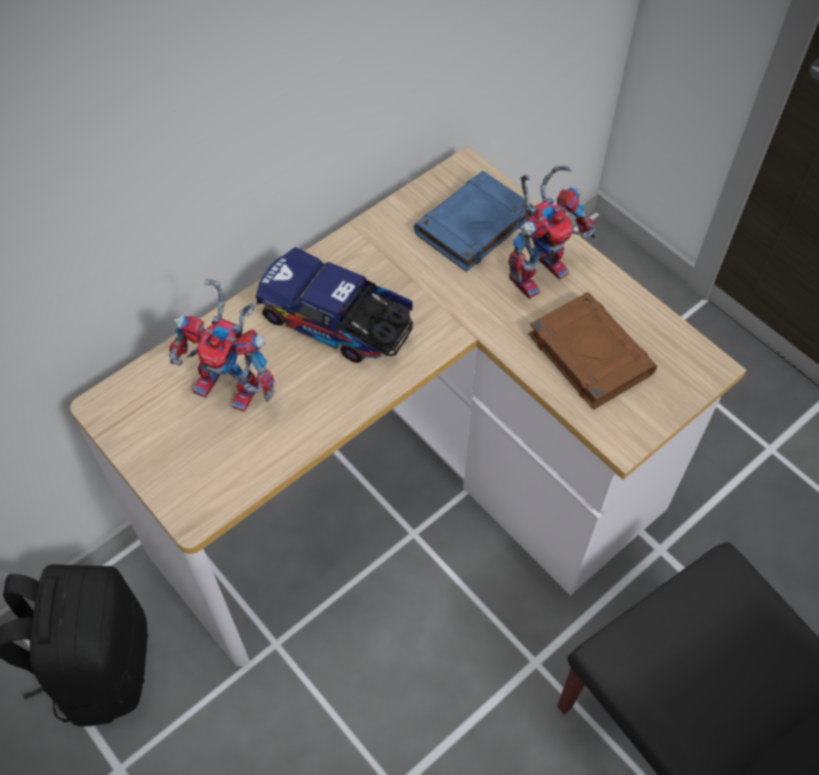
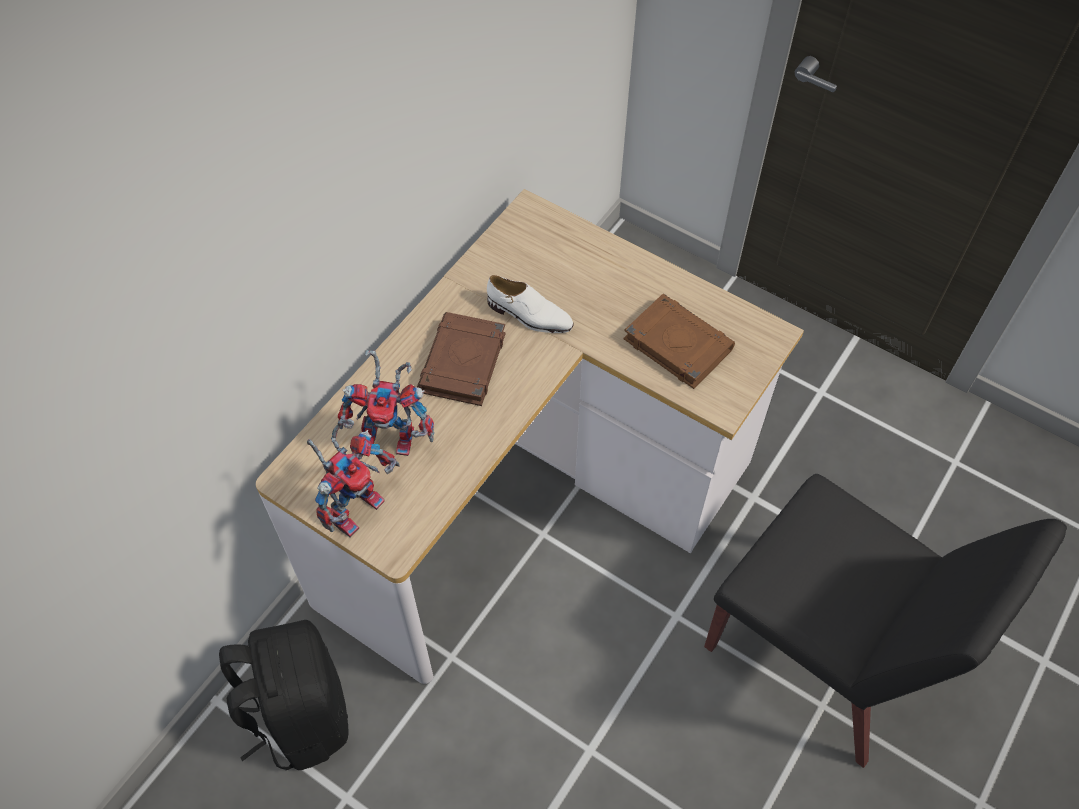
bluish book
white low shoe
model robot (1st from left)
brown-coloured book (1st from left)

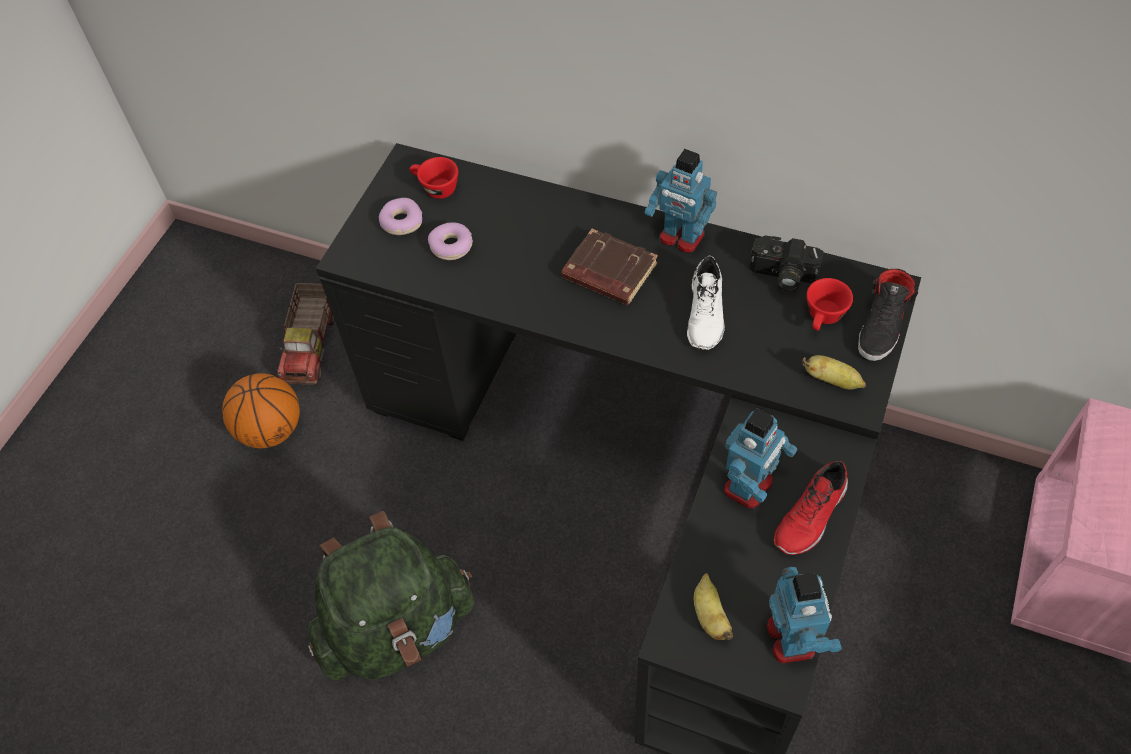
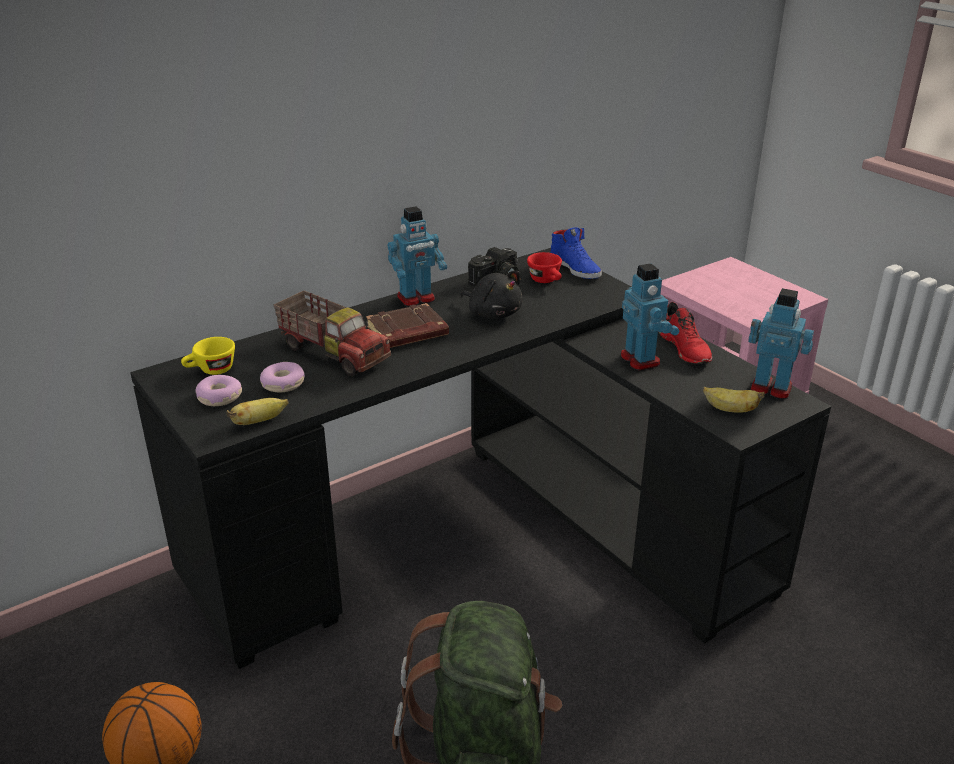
model truck
banana (1st from left)
black plush toy
yellow-coloured cup
bluish low shoe

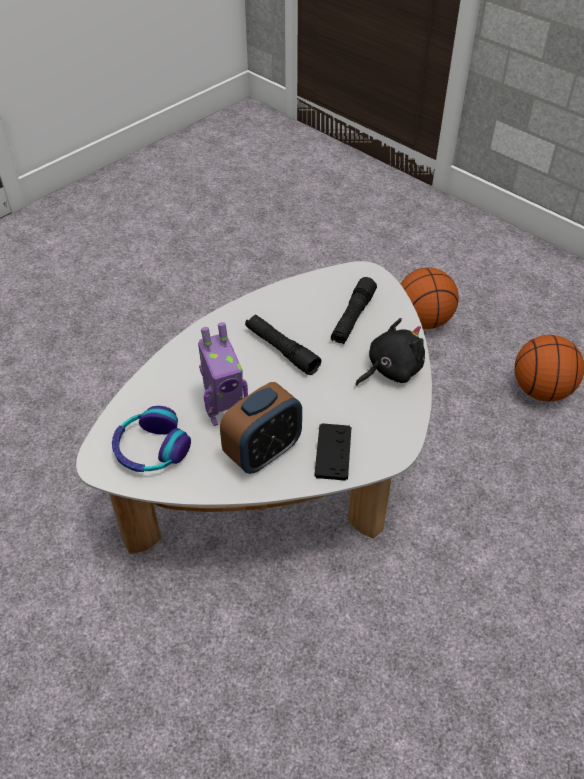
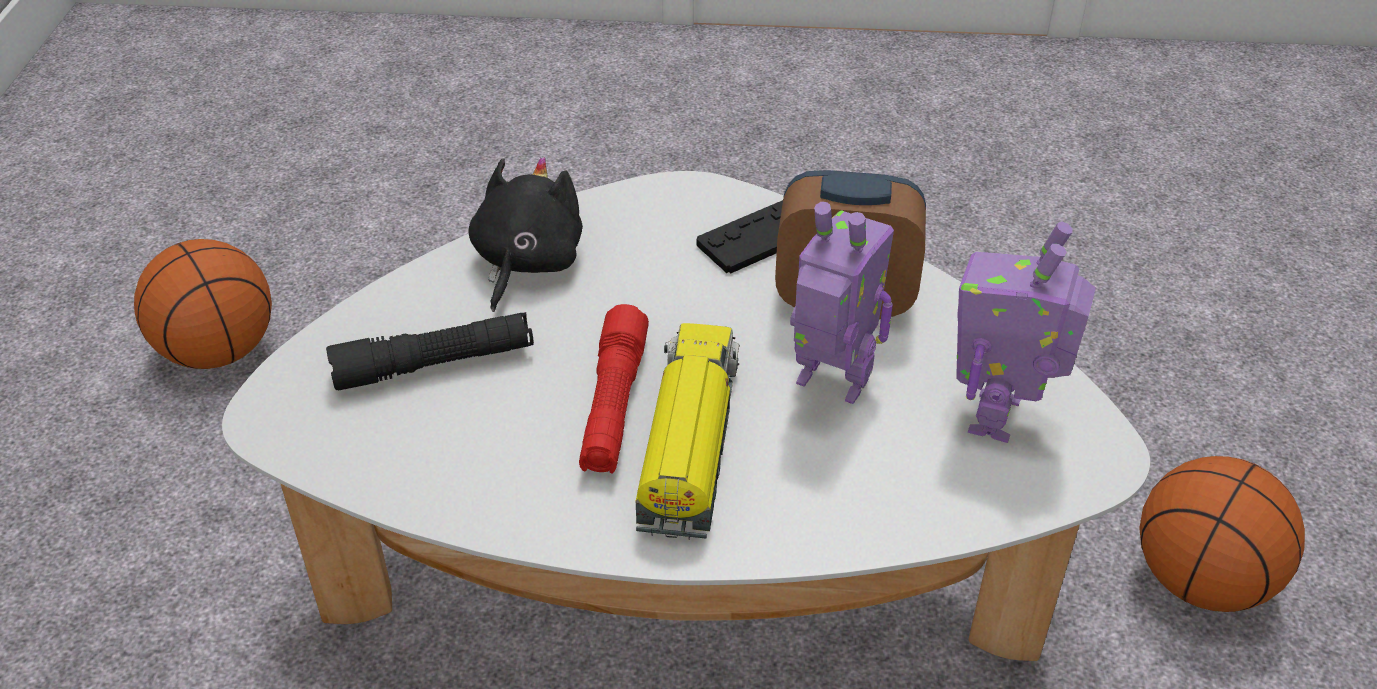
model truck
basketball ball (2nd from left)
model robot (2nd from left)
reddish flashlight
black plush toy

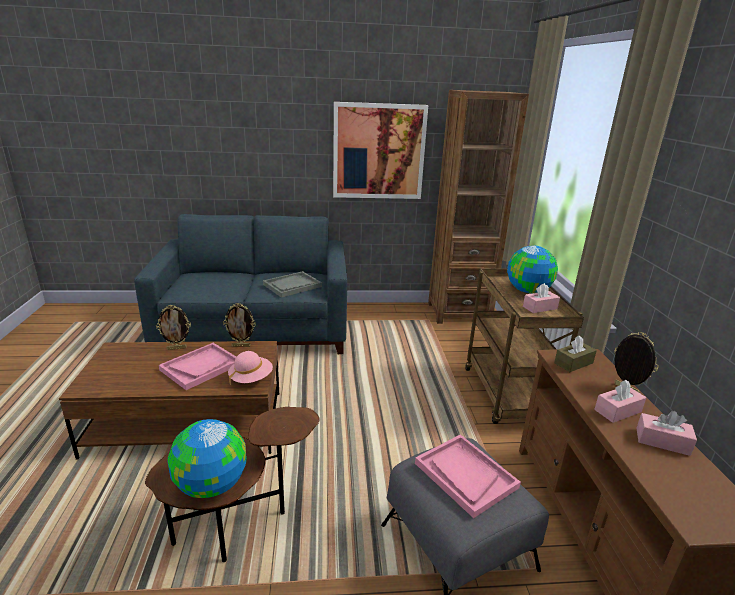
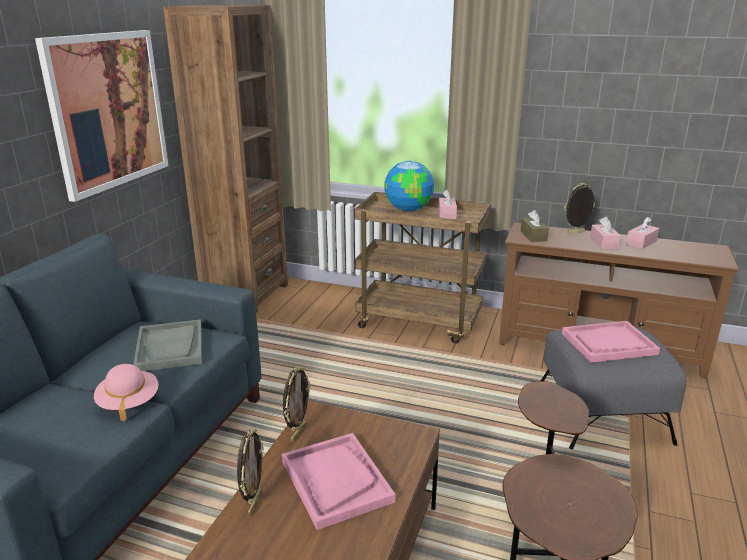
desk globe (1st from left in the first image)
pinkish hat

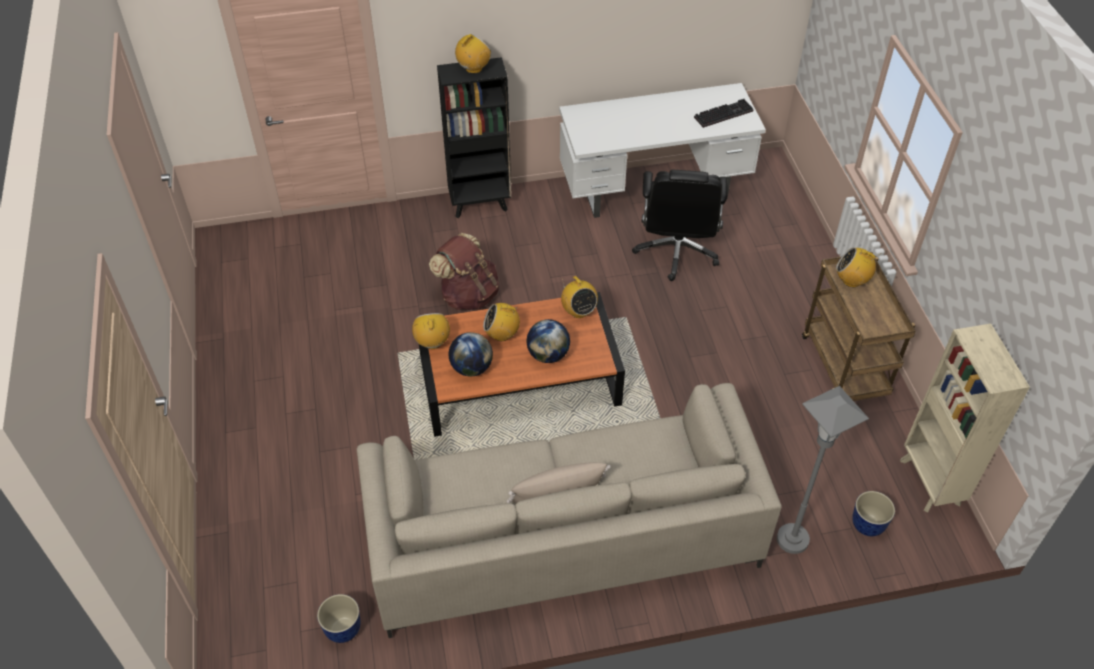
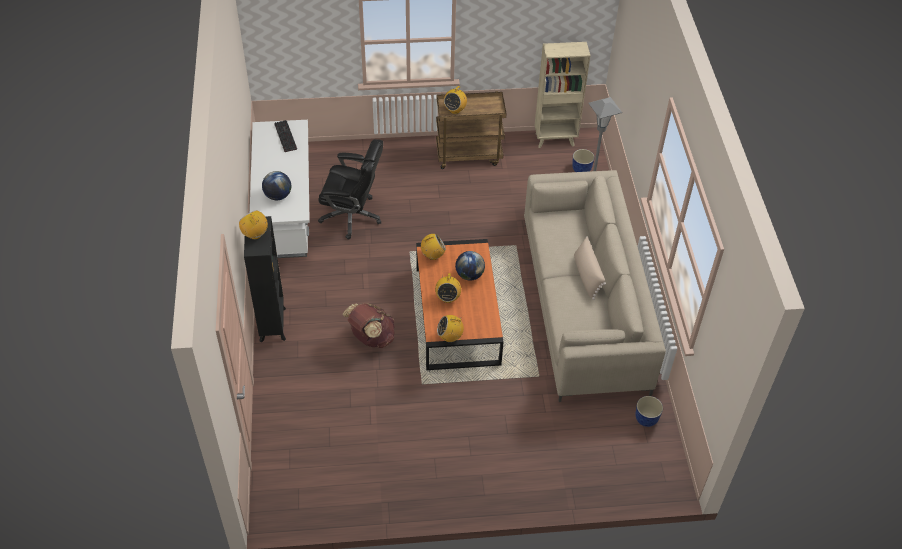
desk globe (1st from left)

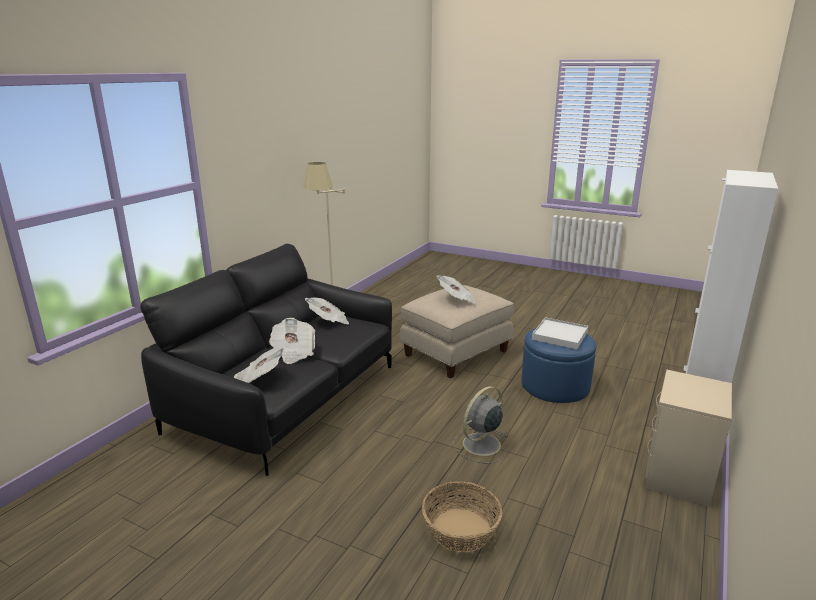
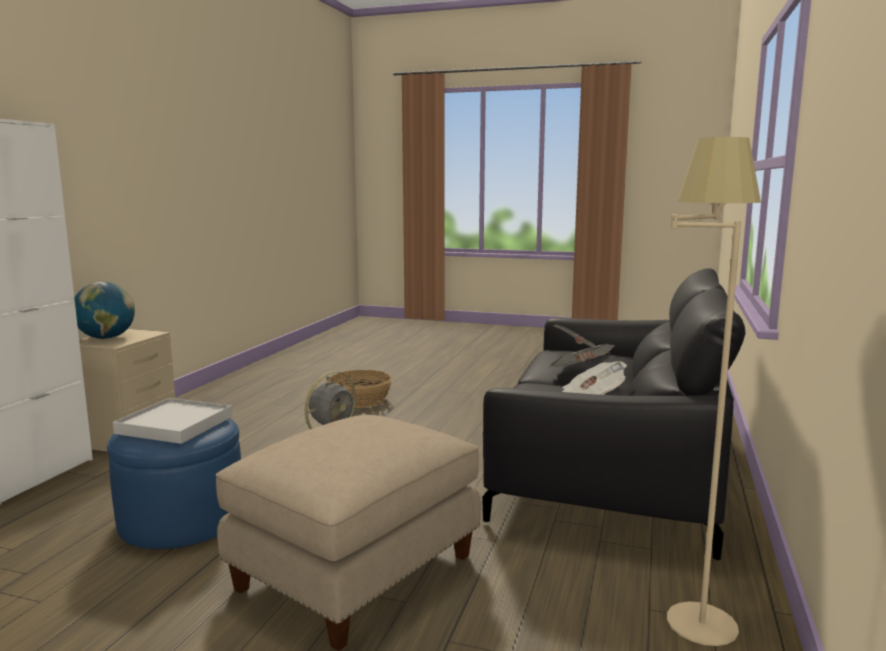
newspaper (4th from left in the first image)
desk globe

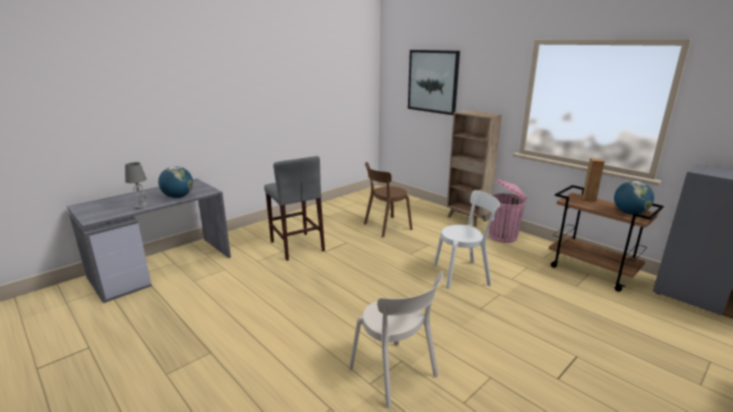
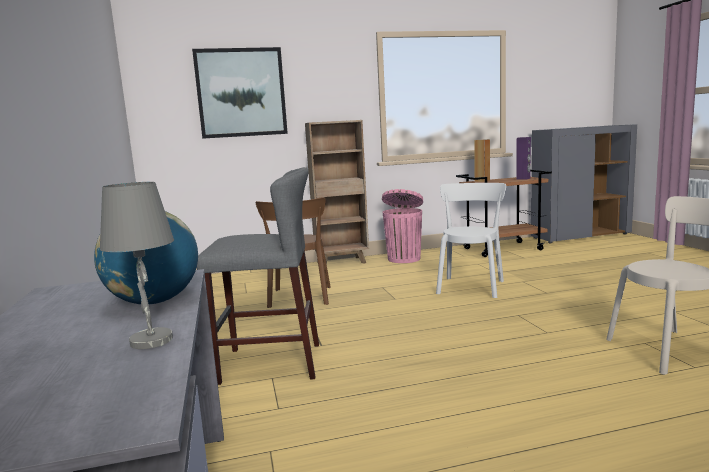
purple-coloured audio speaker

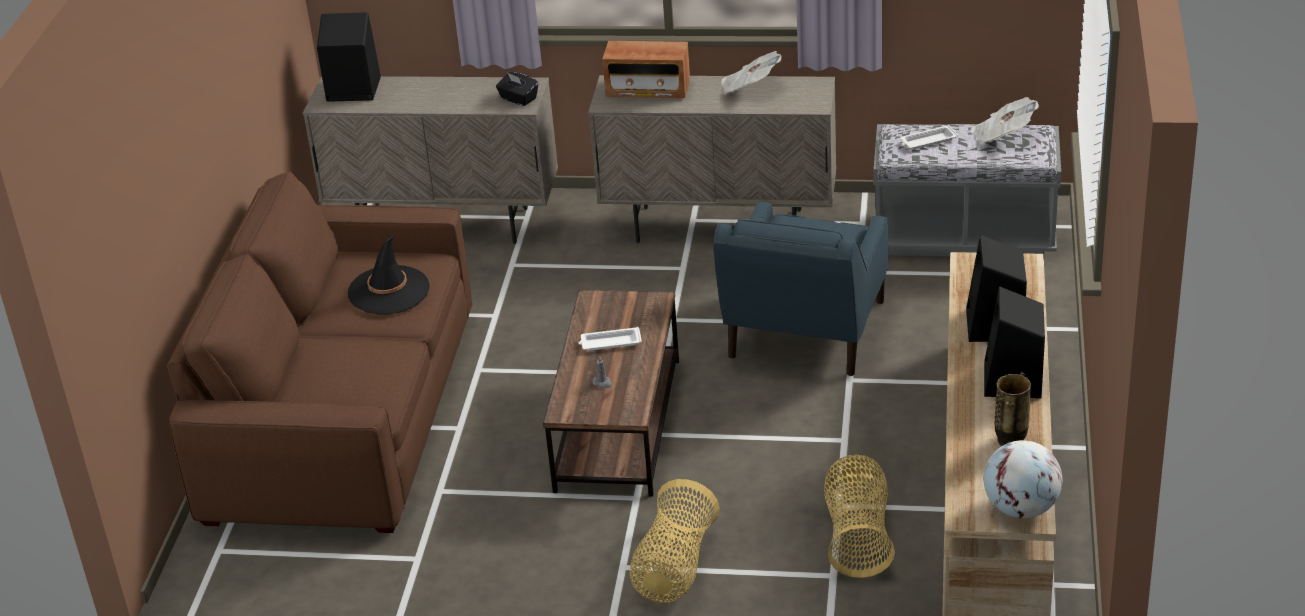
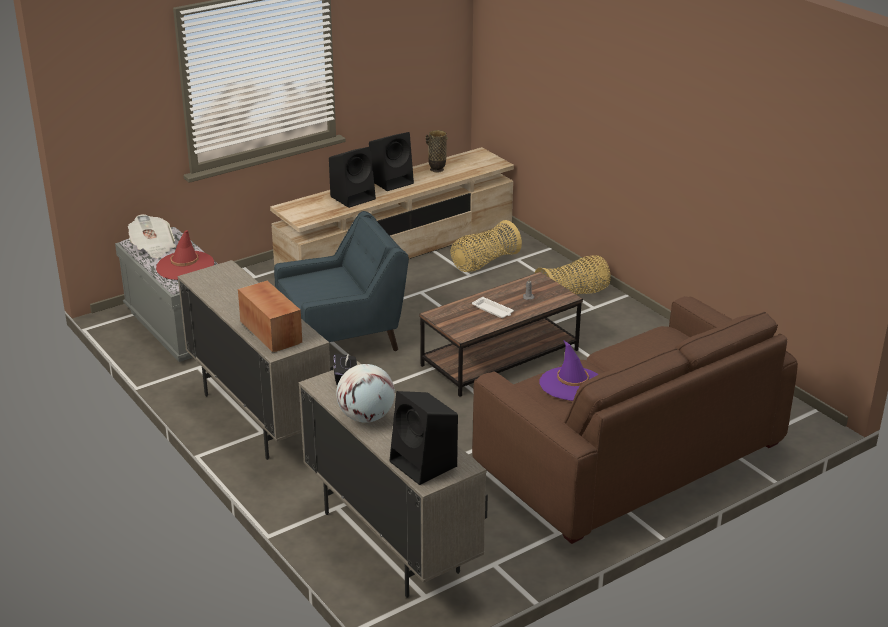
newspaper (1st from left in the first image)
desk globe
reddish hat
purple-coloured hat

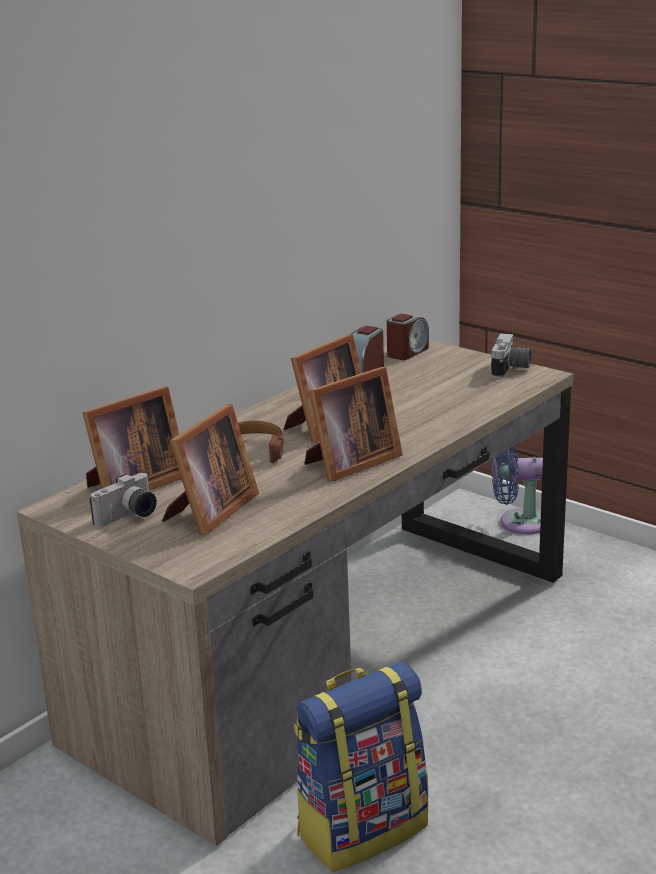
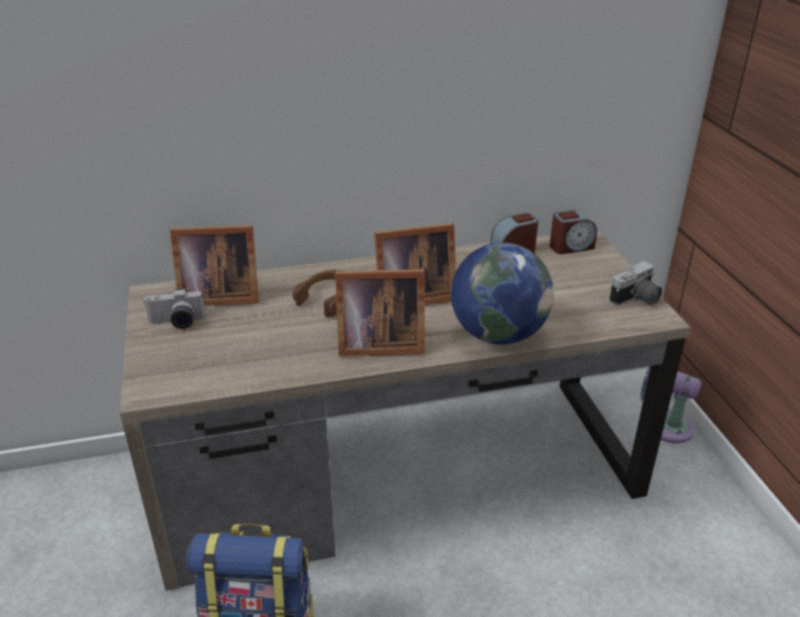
picture frame (2nd from left in the first image)
desk globe

